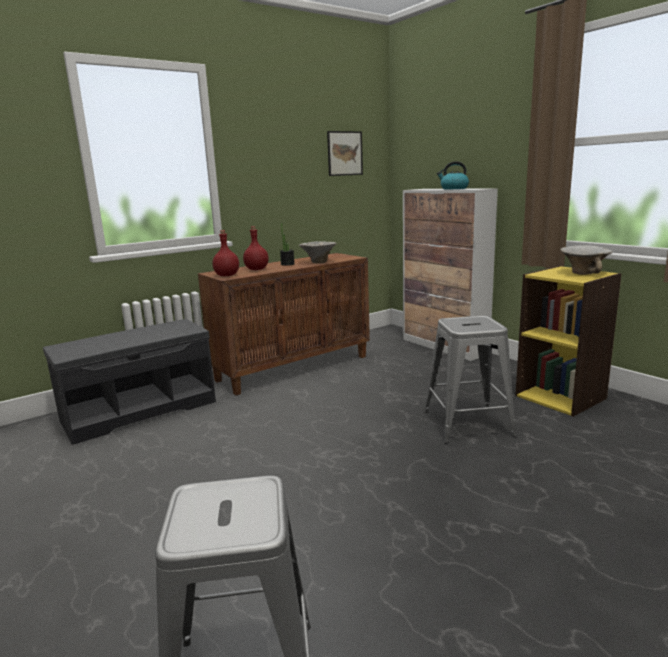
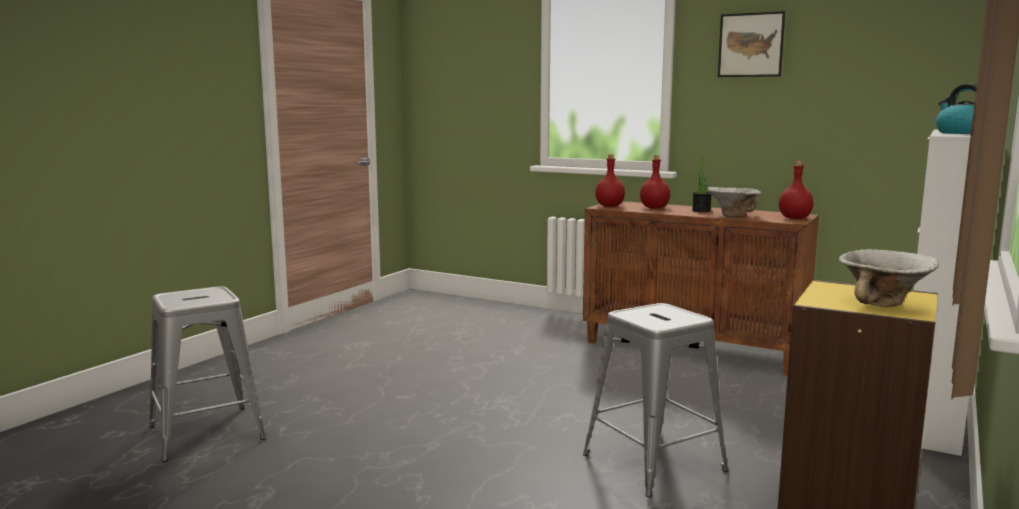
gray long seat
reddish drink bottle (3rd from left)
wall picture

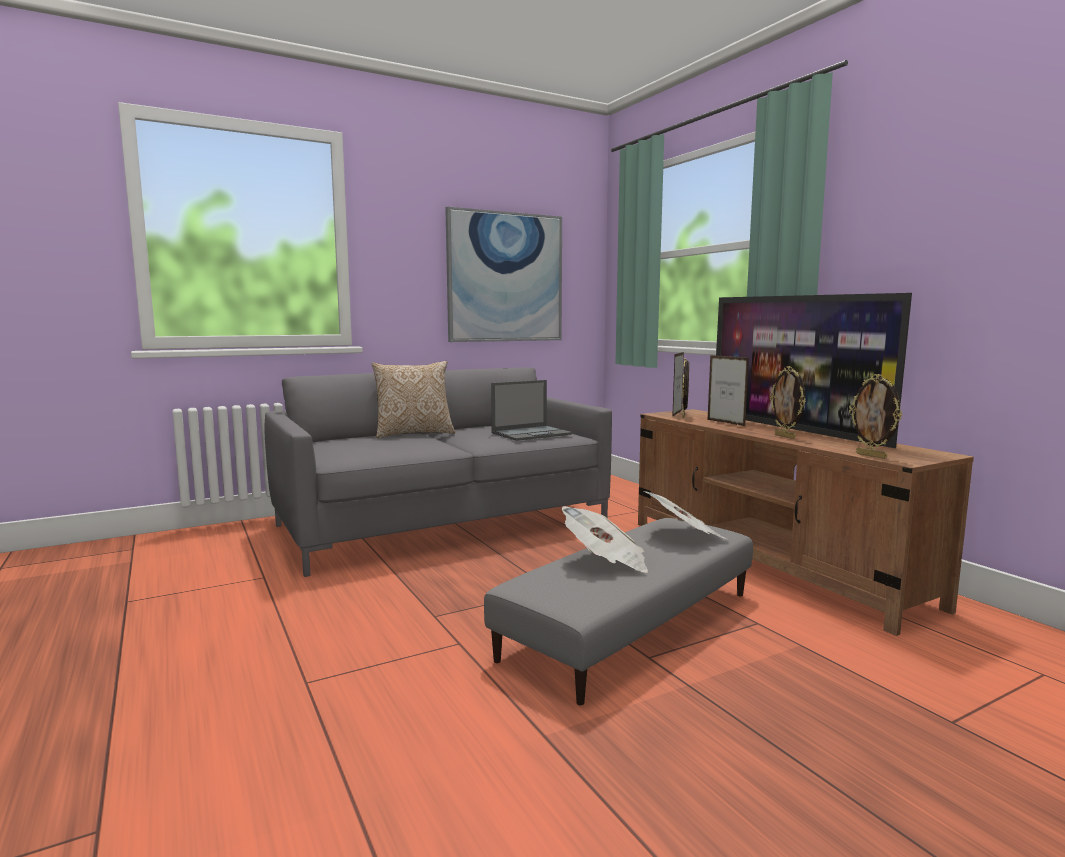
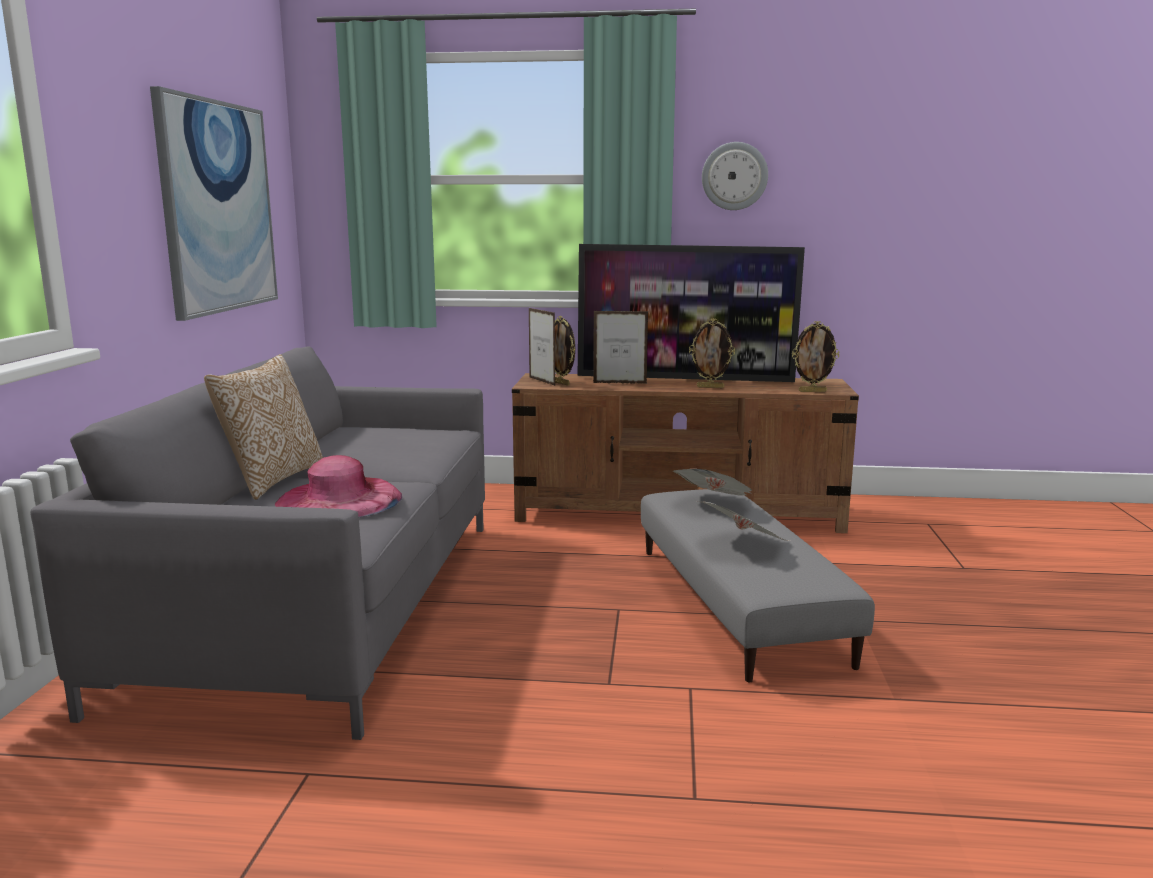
portable computer
pinkish hat
hanging clock

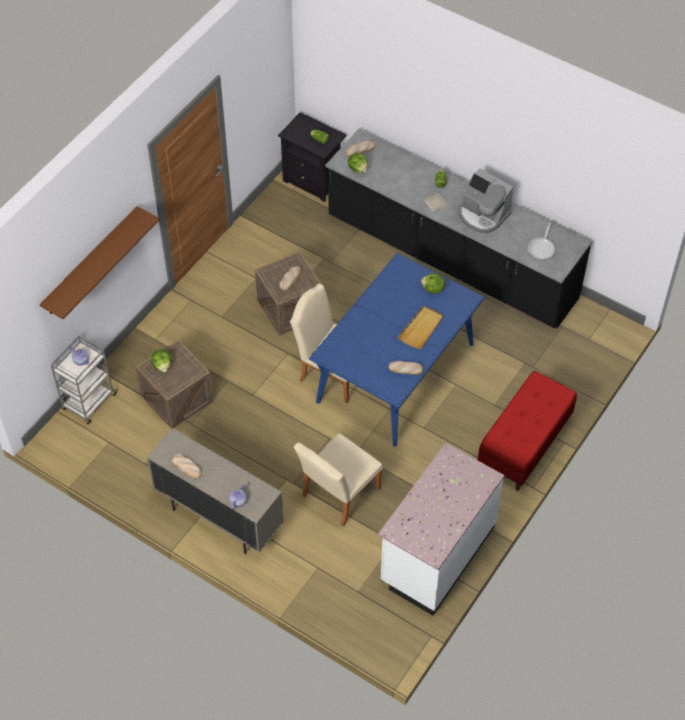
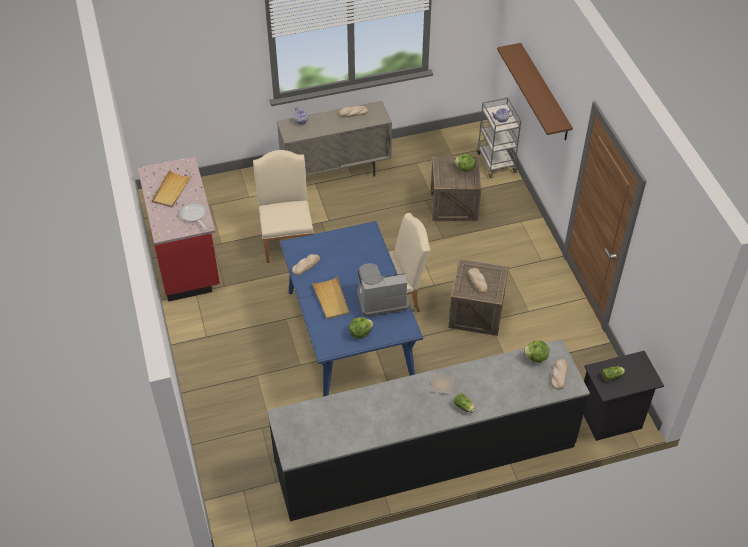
reddish long seat
sand-coloured carrying tray (1st from left)
coffee maker
pan
reddish counter

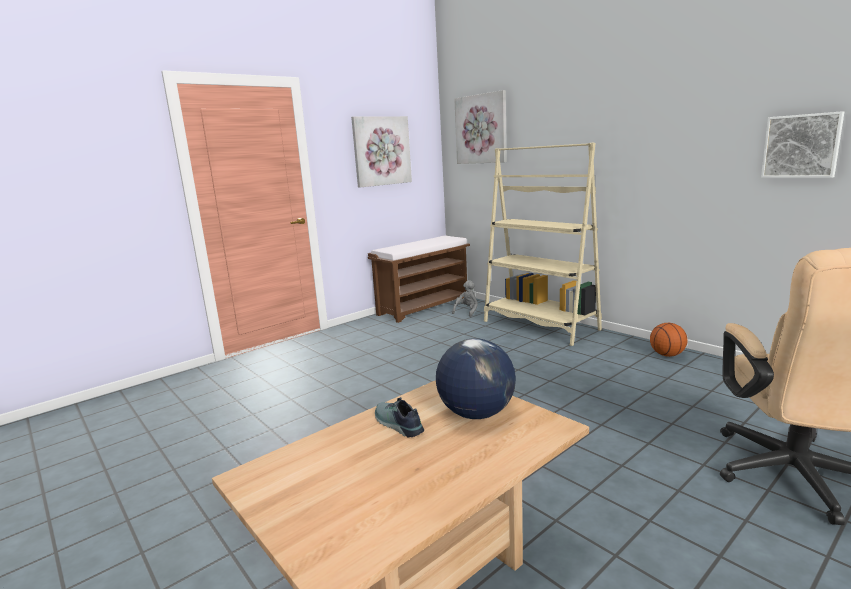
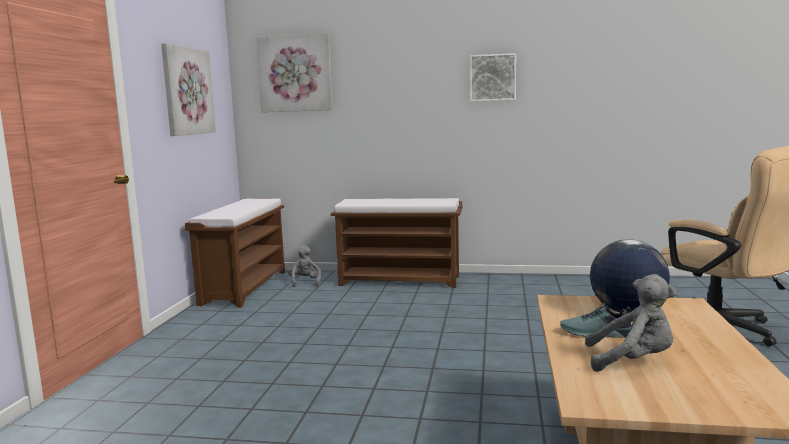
basketball ball
gray plush toy (2nd from left)
wall picture (3rd from left)
brown-coloured long seat (2nd from left)

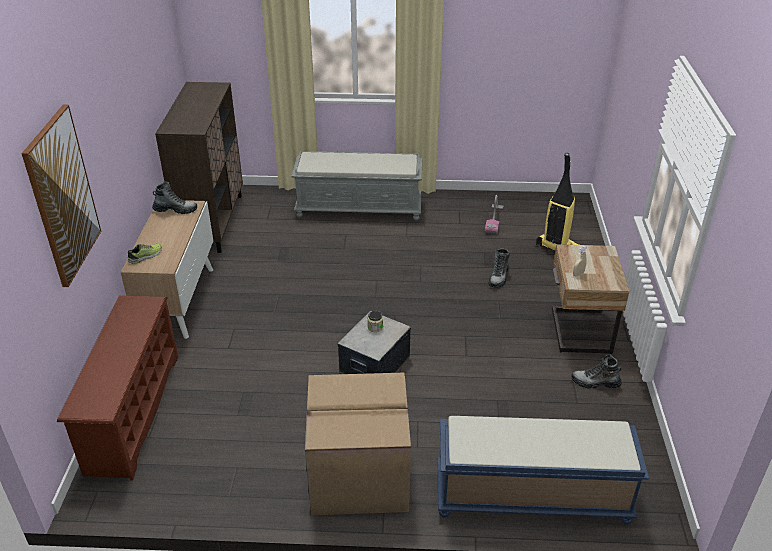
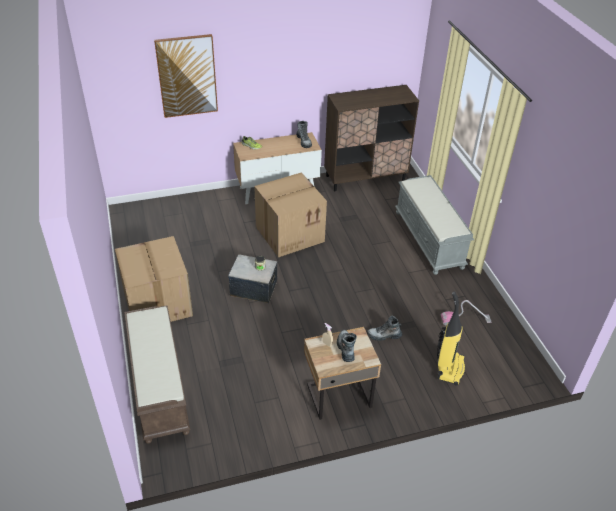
brown-coloured shoe stand
cardboard box (2nd from left)
high-top boot (2nd from left)
brown-coloured long seat

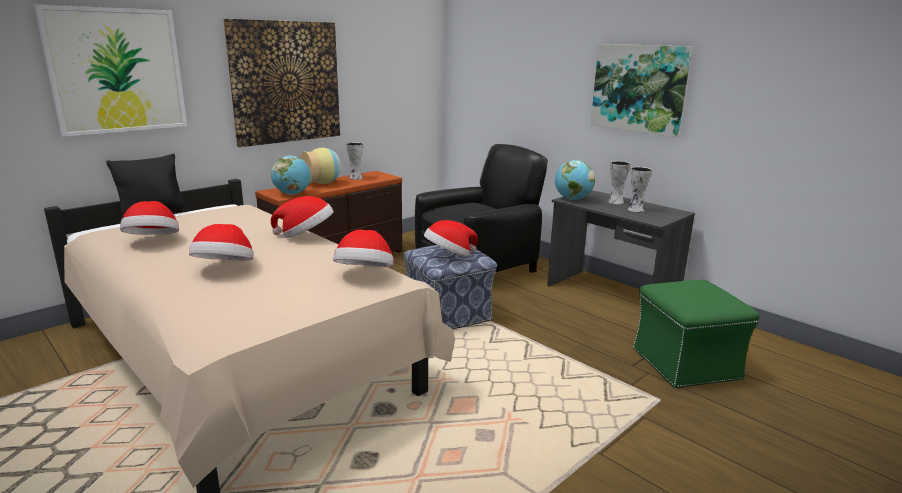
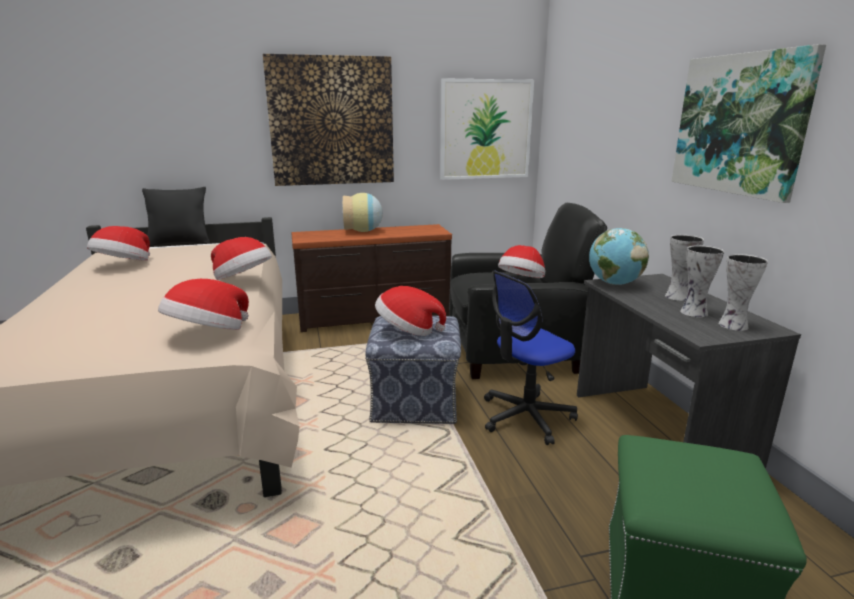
desk globe (1st from left in the first image)
office chair
wall picture (2nd from left)
hat (5th from left)
vase (4th from left)

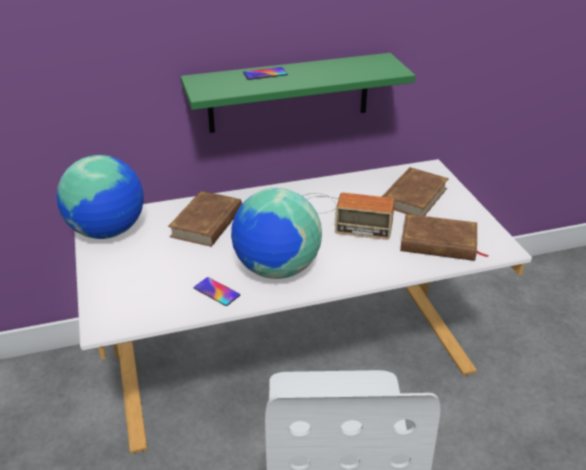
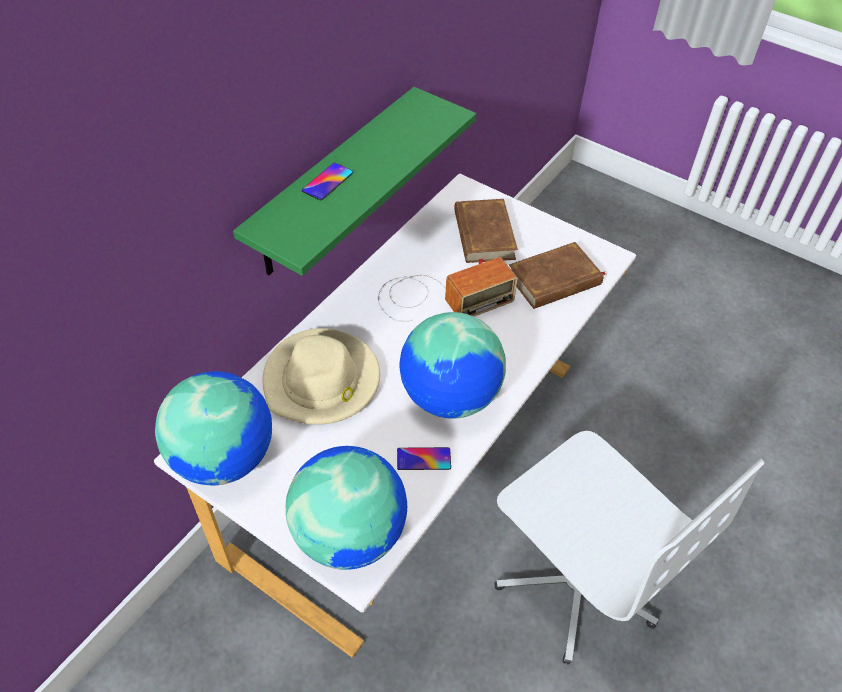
desk globe (2nd from left)
sand-coloured hat

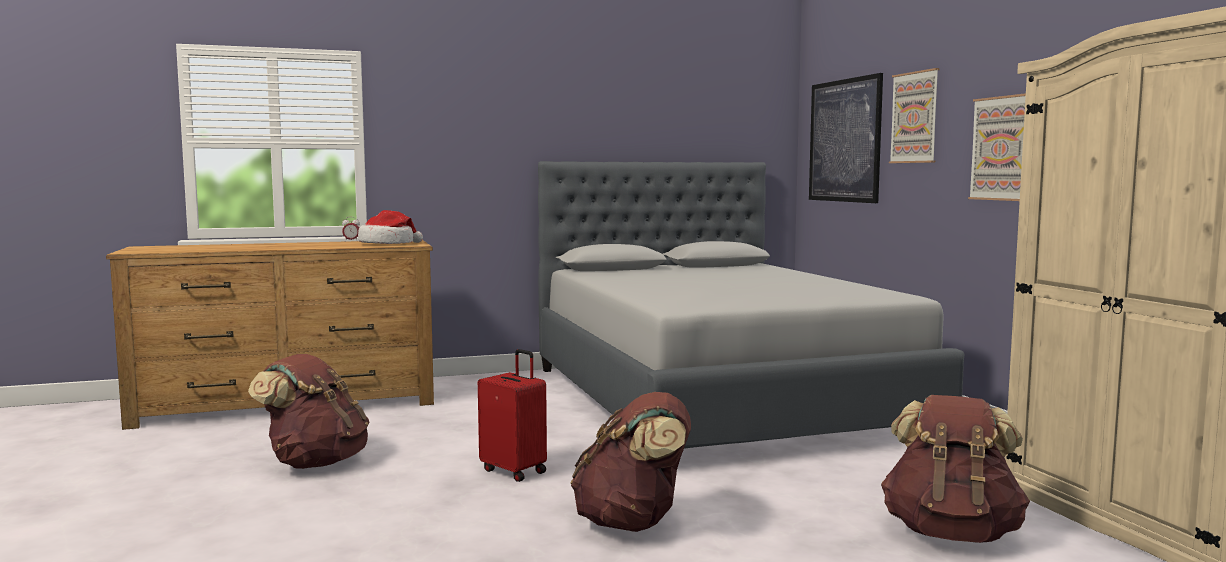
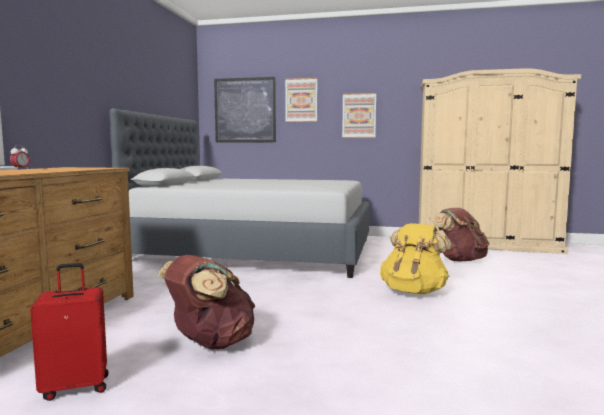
hat
reddish suitcase
yellow-coloured knapsack

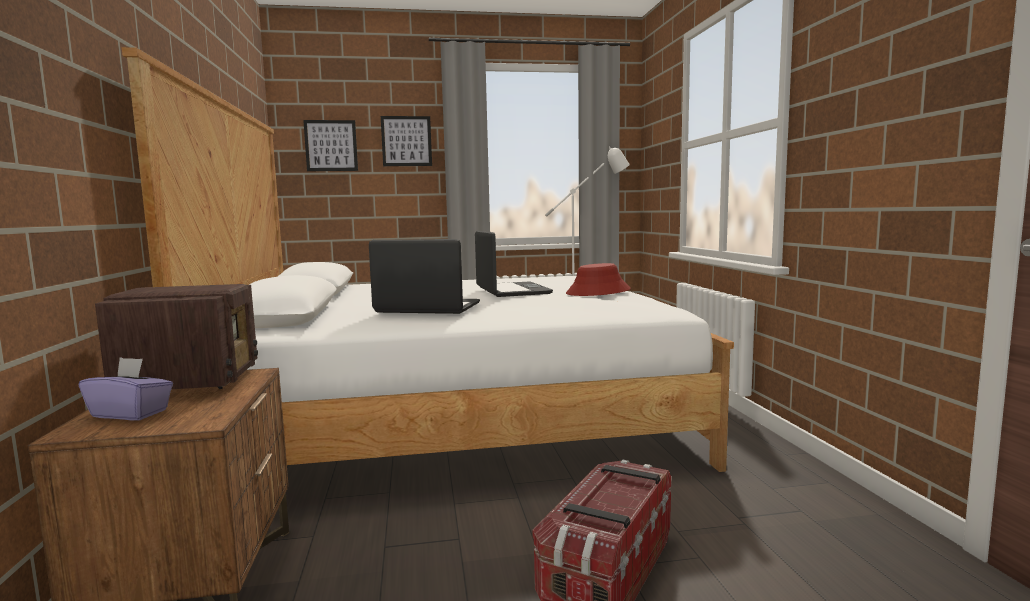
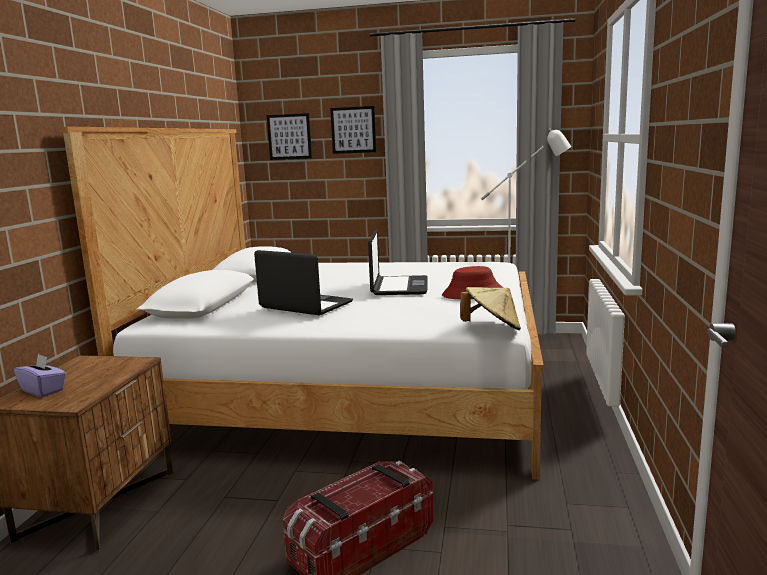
radio set
sand-coloured hat

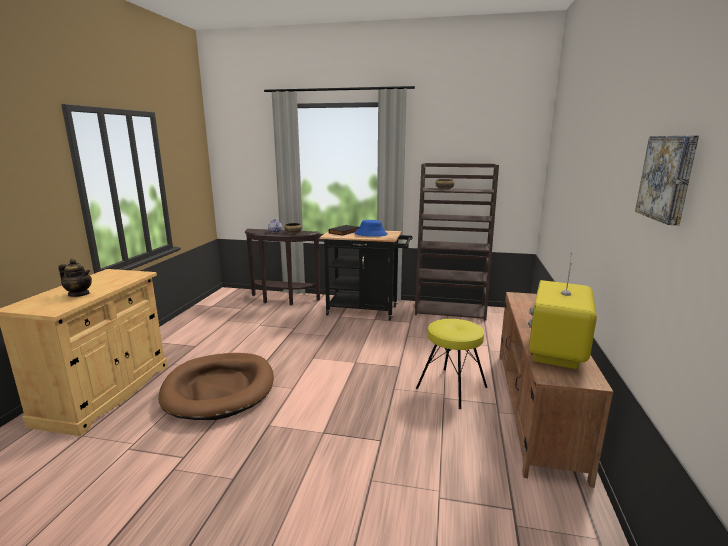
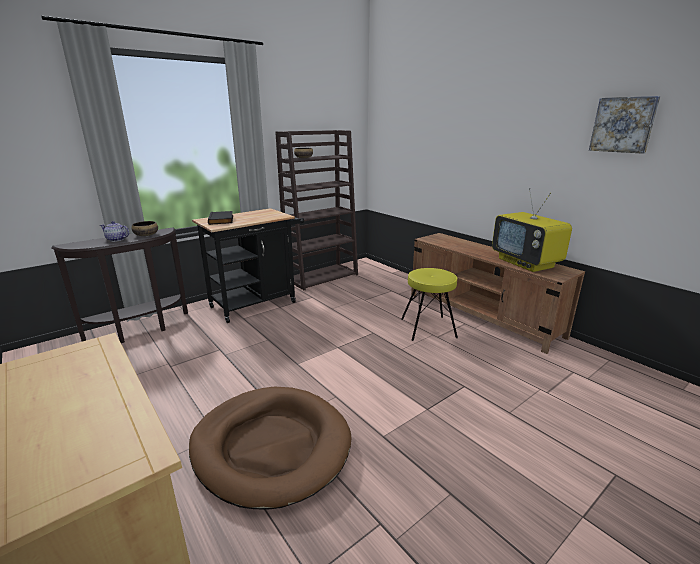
pot for tea (1st from left in the first image)
bluish hat

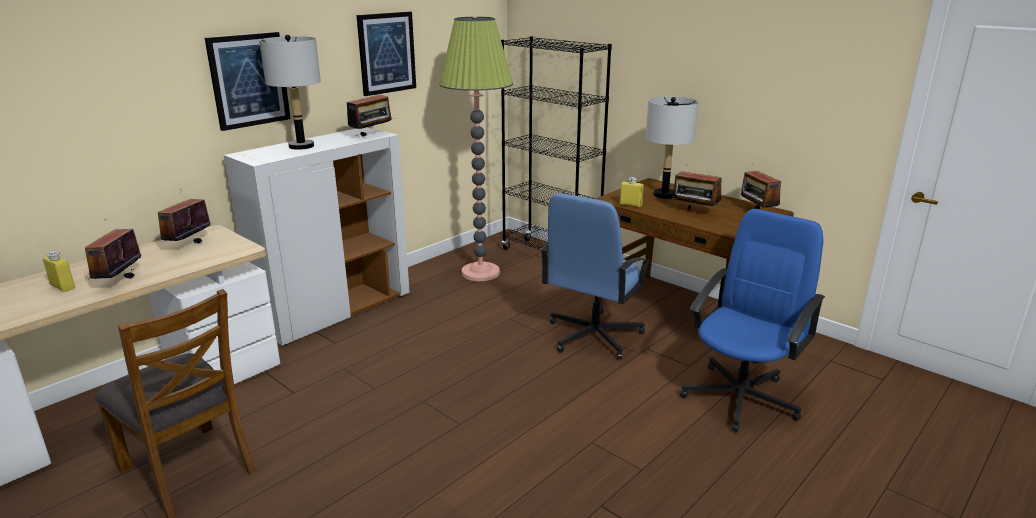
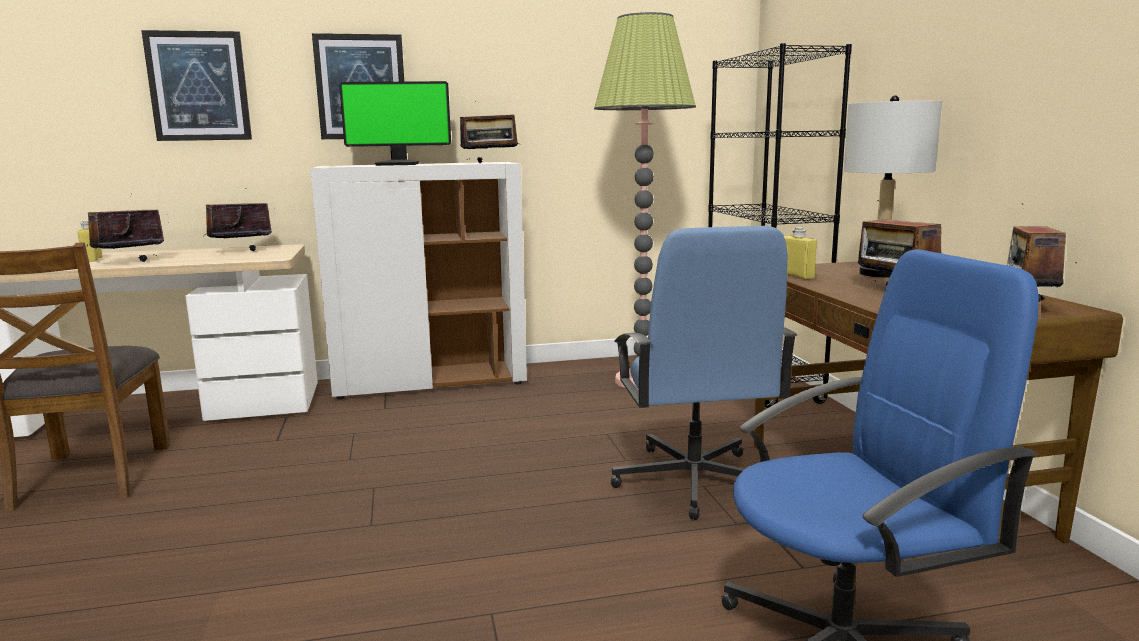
wall picture (1st from left)
computer display
bluish office chair (1st from left)

